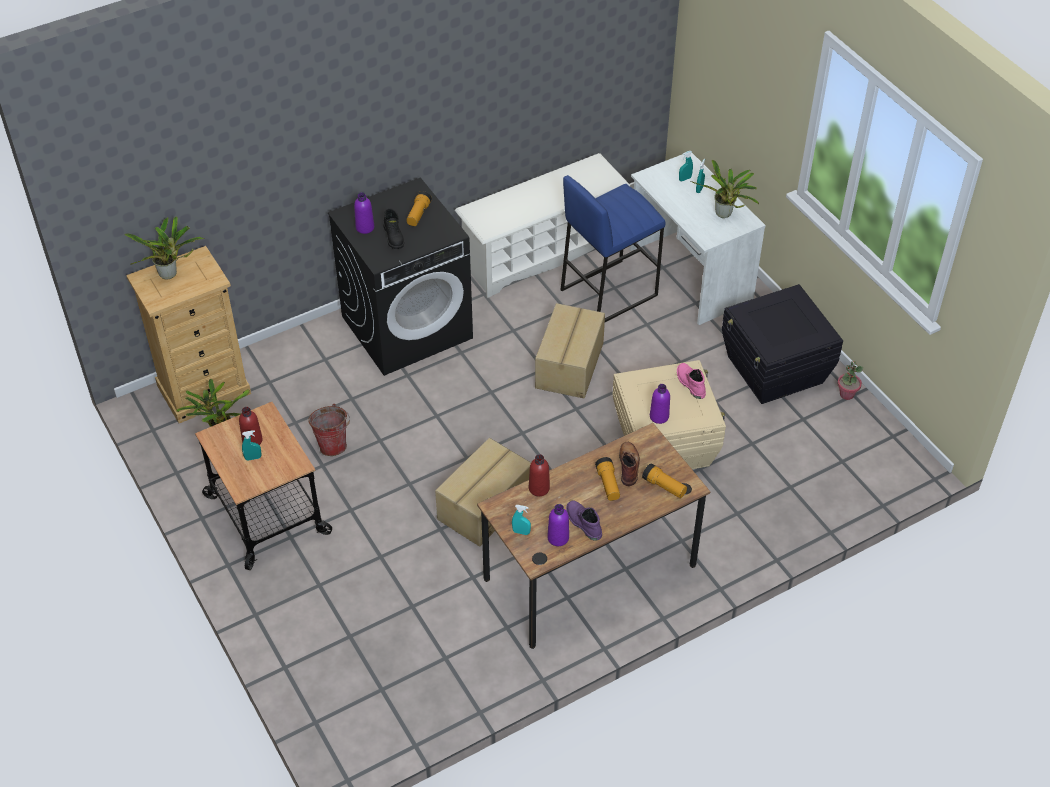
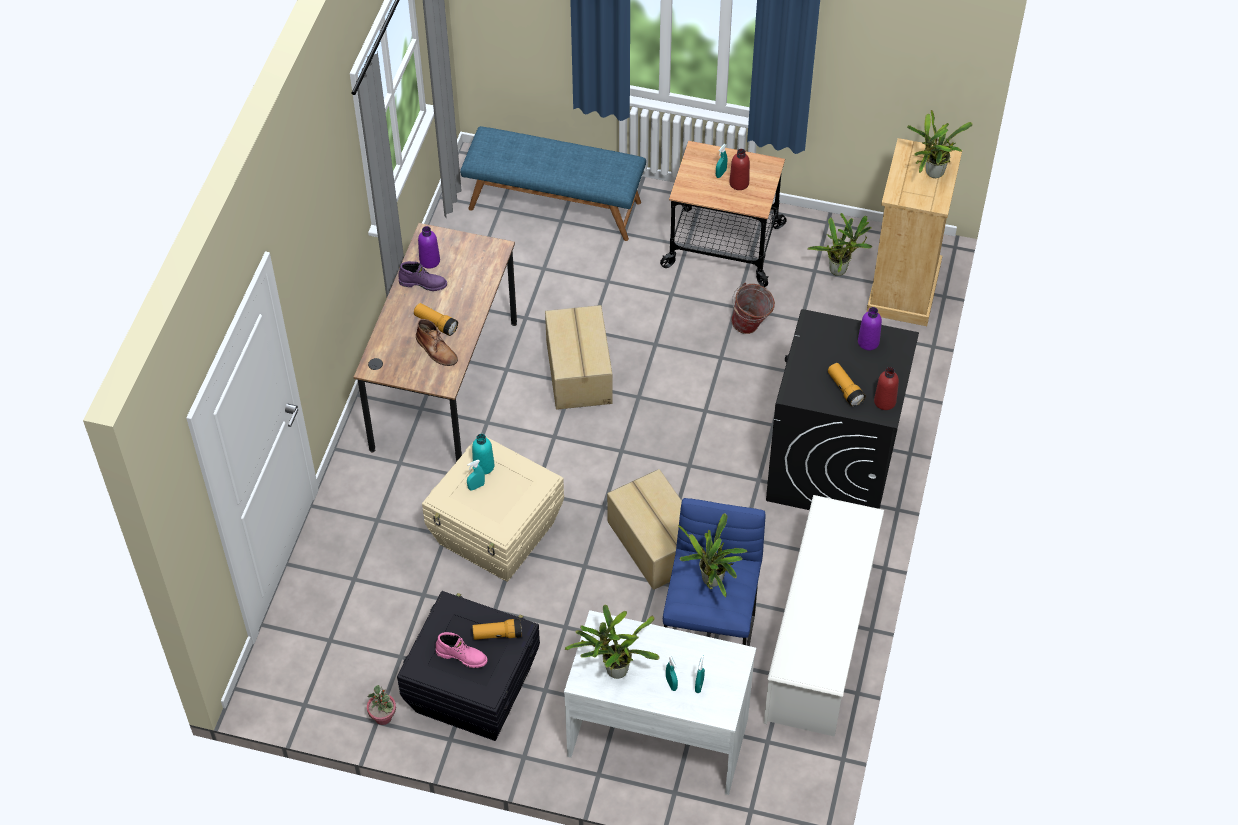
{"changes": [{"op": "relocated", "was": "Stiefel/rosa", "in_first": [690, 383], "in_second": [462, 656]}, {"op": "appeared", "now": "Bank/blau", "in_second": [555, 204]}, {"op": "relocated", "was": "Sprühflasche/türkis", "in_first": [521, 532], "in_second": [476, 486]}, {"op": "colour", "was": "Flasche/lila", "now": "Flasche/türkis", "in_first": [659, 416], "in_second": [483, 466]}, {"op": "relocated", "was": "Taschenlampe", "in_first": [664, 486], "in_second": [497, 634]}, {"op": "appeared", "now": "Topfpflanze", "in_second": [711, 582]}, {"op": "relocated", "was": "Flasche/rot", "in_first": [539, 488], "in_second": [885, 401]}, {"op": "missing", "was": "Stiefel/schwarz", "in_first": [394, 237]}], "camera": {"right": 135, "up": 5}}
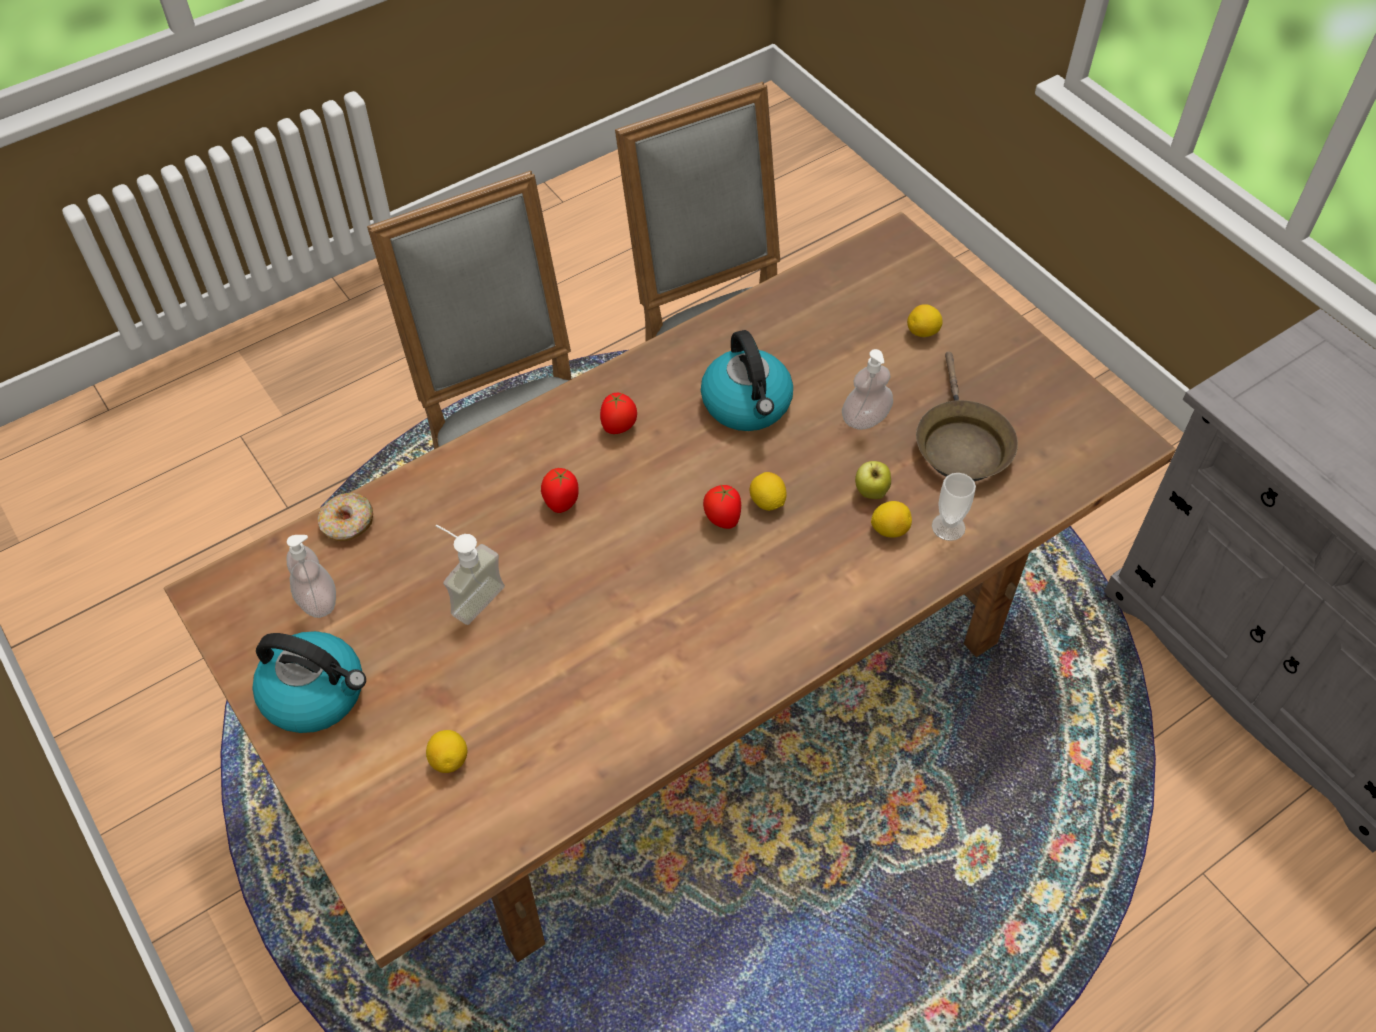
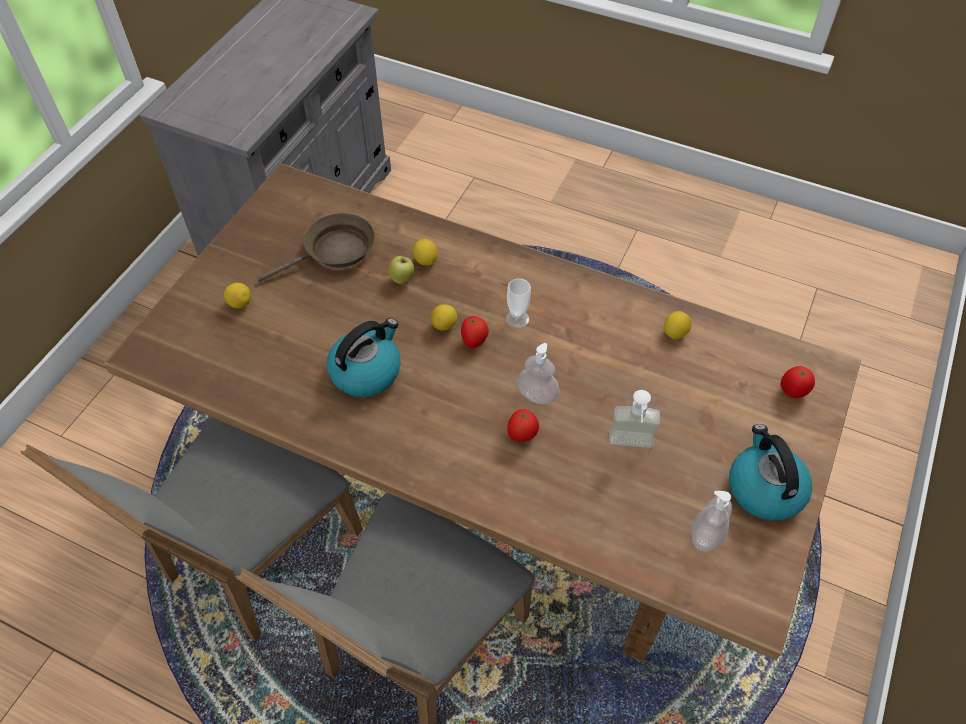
{"changes": [{"op": "relocated", "was": "Tasse", "in_first": [948, 527], "in_second": [517, 319]}, {"op": "relocated", "was": "Seifenspender", "in_first": [865, 419], "in_second": [537, 395]}, {"op": "relocated", "was": "Zitrone", "in_first": [449, 760], "in_second": [675, 333]}, {"op": "relocated", "was": "Tomate", "in_first": [619, 427], "in_second": [793, 391]}, {"op": "missing", "was": "Donut", "in_first": [348, 523]}], "camera": {"right": -120, "up": 0}}
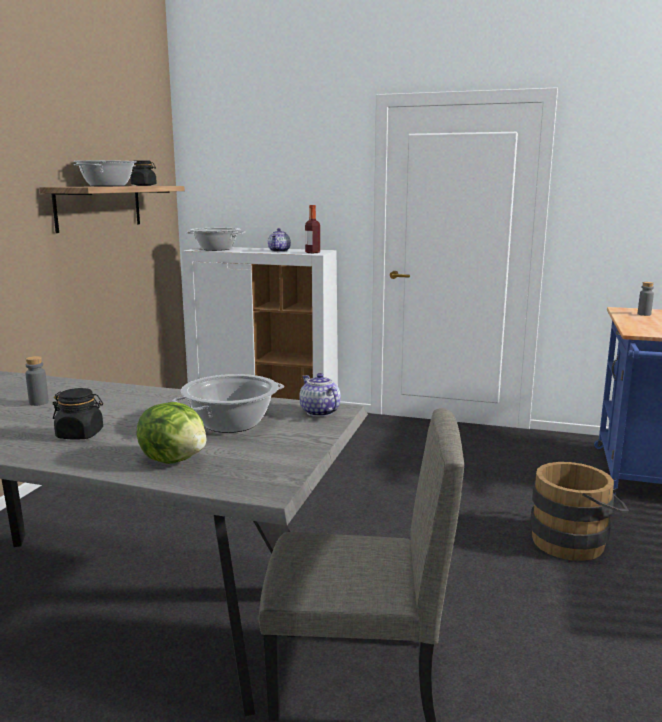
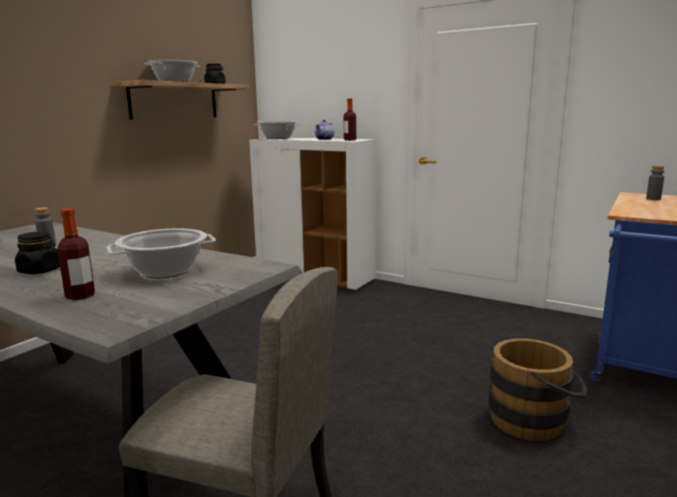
{"changes": [{"op": "exchanged", "was": "Salatkopf", "now": "Flasche", "in_first": [175, 459], "in_second": [80, 296]}, {"op": "missing", "was": "Teekanne", "in_first": [318, 412]}], "camera": {"right": 15, "up": 0}}
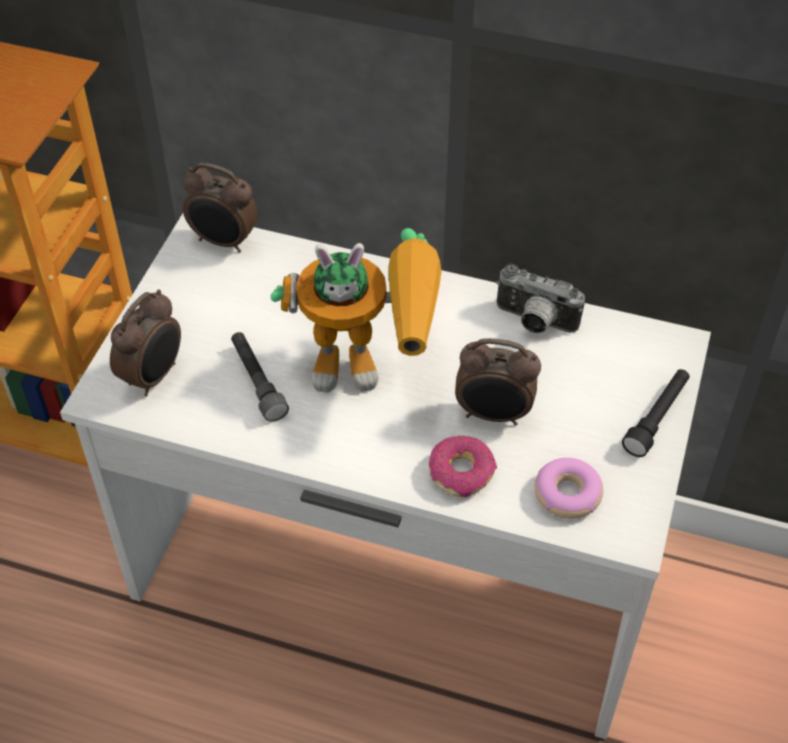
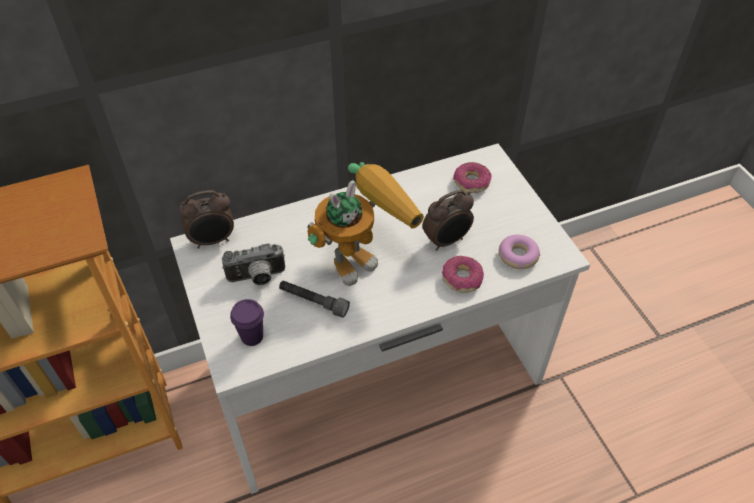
{"changes": [{"op": "relocated", "was": "Kamera", "in_first": [533, 322], "in_second": [257, 278]}, {"op": "exchanged", "was": "Wecker", "now": "Tasse/lila", "in_first": [154, 376], "in_second": [252, 336]}, {"op": "appeared", "now": "Donut", "in_second": [471, 182]}, {"op": "missing", "was": "Taschenlampe/schwarz", "in_first": [657, 418]}], "camera": {"right": -40, "up": 0}}
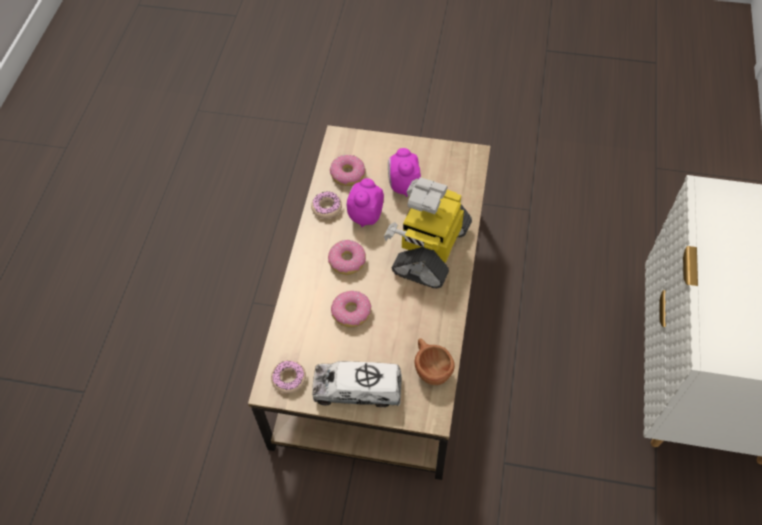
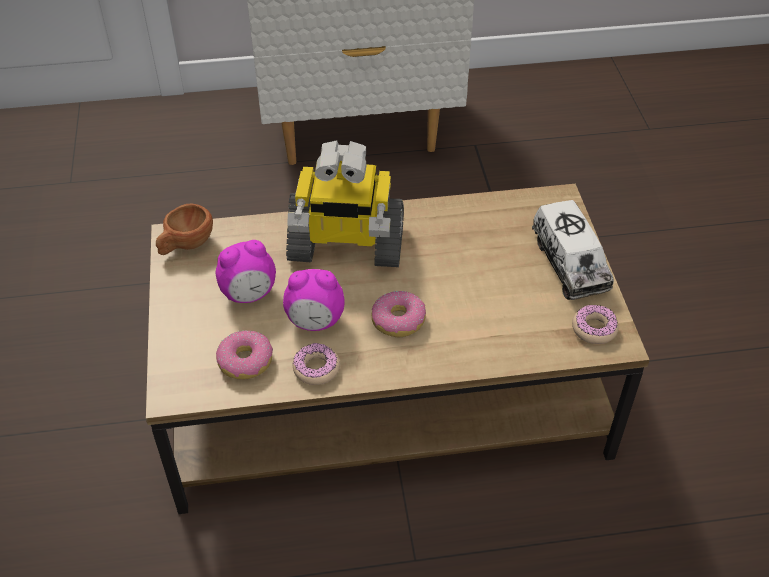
{"changes": [{"op": "relocated", "was": "Tasse/braun", "in_first": [430, 368], "in_second": [185, 245]}, {"op": "missing", "was": "Donut", "in_first": [351, 312]}], "camera": {"right": -110, "up": -10}}
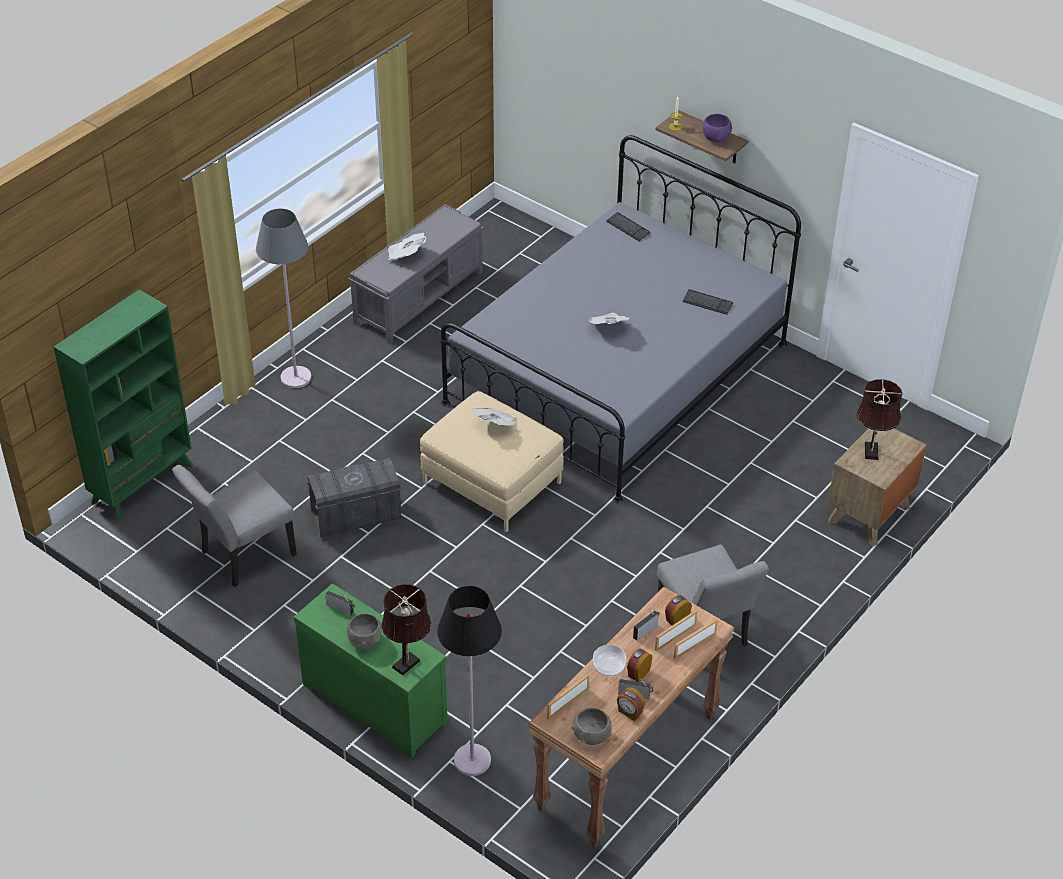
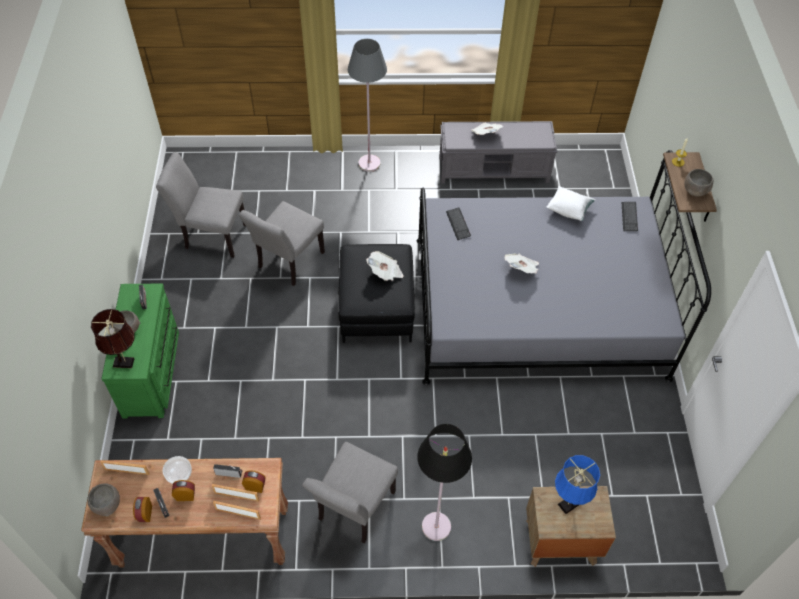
{"changes": [{"op": "exchanged", "was": "Aufbewahrungsbox/grau", "now": "Stuhl/grau", "in_first": [355, 516], "in_second": [287, 263]}, {"op": "colour", "was": "Polsterhocker/beige", "now": "Polsterhocker/schwarz", "in_first": [492, 482], "in_second": [377, 308]}, {"op": "relocated", "was": "Stehlampe/schwarz", "in_first": [472, 760], "in_second": [436, 526]}, {"op": "relocated", "was": "Tastatur", "in_first": [707, 303], "in_second": [458, 224]}, {"op": "appeared", "now": "Kissen/weiß", "in_second": [569, 210]}, {"op": "colour", "was": "Tischlampe/braun", "now": "Tischlampe/blau", "in_first": [871, 453], "in_second": [567, 505]}, {"op": "colour", "was": "Schüssel/lila", "now": "Schüssel/grau", "in_first": [716, 137], "in_second": [695, 190]}, {"op": "missing", "was": "Bücherregal/grün", "in_first": [143, 483]}], "camera": {"right": 50, "up": 10}}
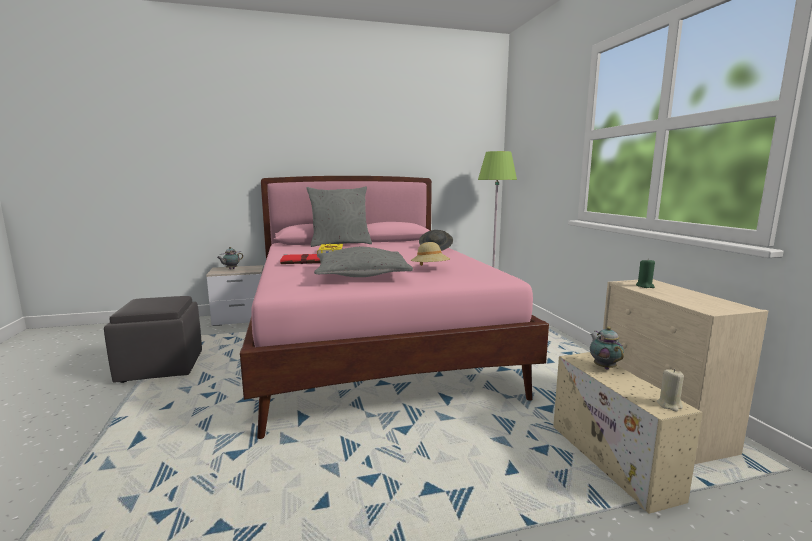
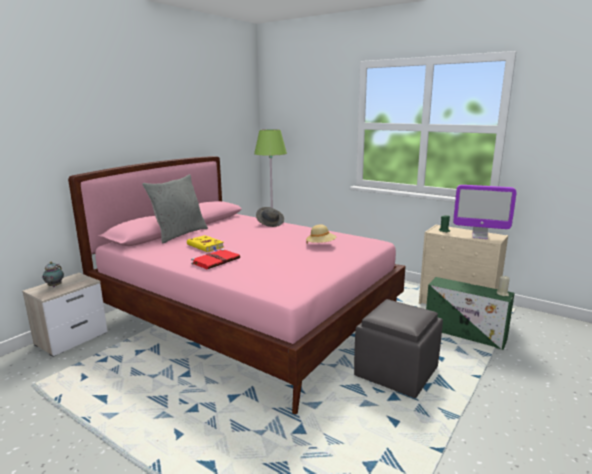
{"changes": [{"op": "relocated", "was": "Polsterhocker/grau", "in_first": [162, 366], "in_second": [396, 372]}, {"op": "colour", "was": "Aufbewahrungsbox/beige", "now": "Aufbewahrungsbox/grün", "in_first": [613, 461], "in_second": [466, 333]}, {"op": "appeared", "now": "Monitor", "in_second": [479, 236]}, {"op": "missing", "was": "Kissen/grau", "in_first": [361, 275]}, {"op": "missing", "was": "Teekanne", "in_first": [603, 367]}], "camera": {"right": -40, "up": 5}}
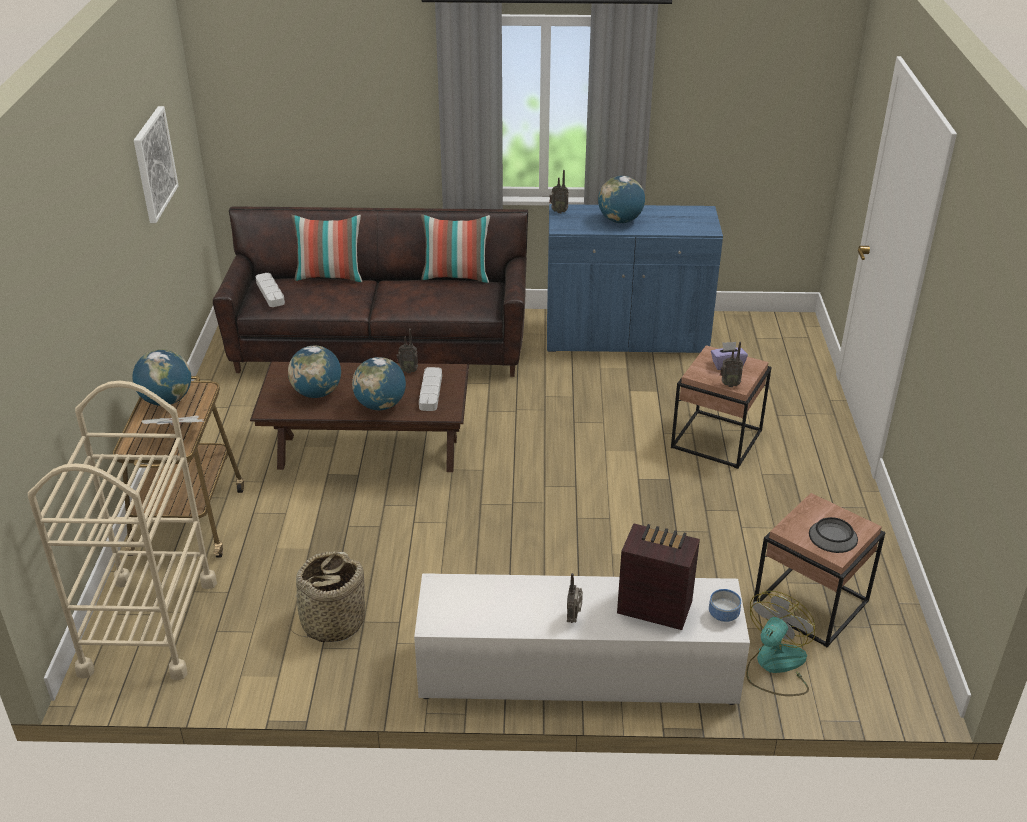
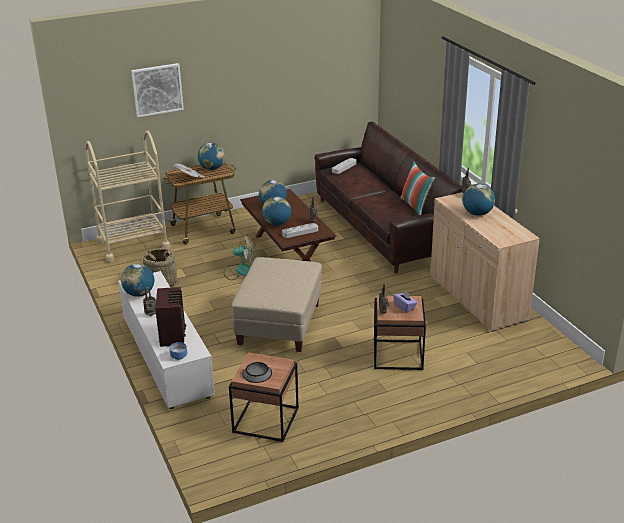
{"changes": [{"op": "appeared", "now": "Globus", "in_second": [139, 294]}, {"op": "relocated", "was": "Bild", "in_first": [154, 164], "in_second": [157, 89]}, {"op": "relocated", "was": "Ventilator", "in_first": [775, 666], "in_second": [240, 271]}, {"op": "appeared", "now": "Polsterhocker/beige", "in_second": [279, 324]}, {"op": "colour", "was": "Schrank/blau", "now": "Schrank/beige", "in_first": [626, 337], "in_second": [477, 298]}, {"op": "missing", "was": "Kissen", "in_first": [330, 276]}], "camera": {"right": 65, "up": -5}}
